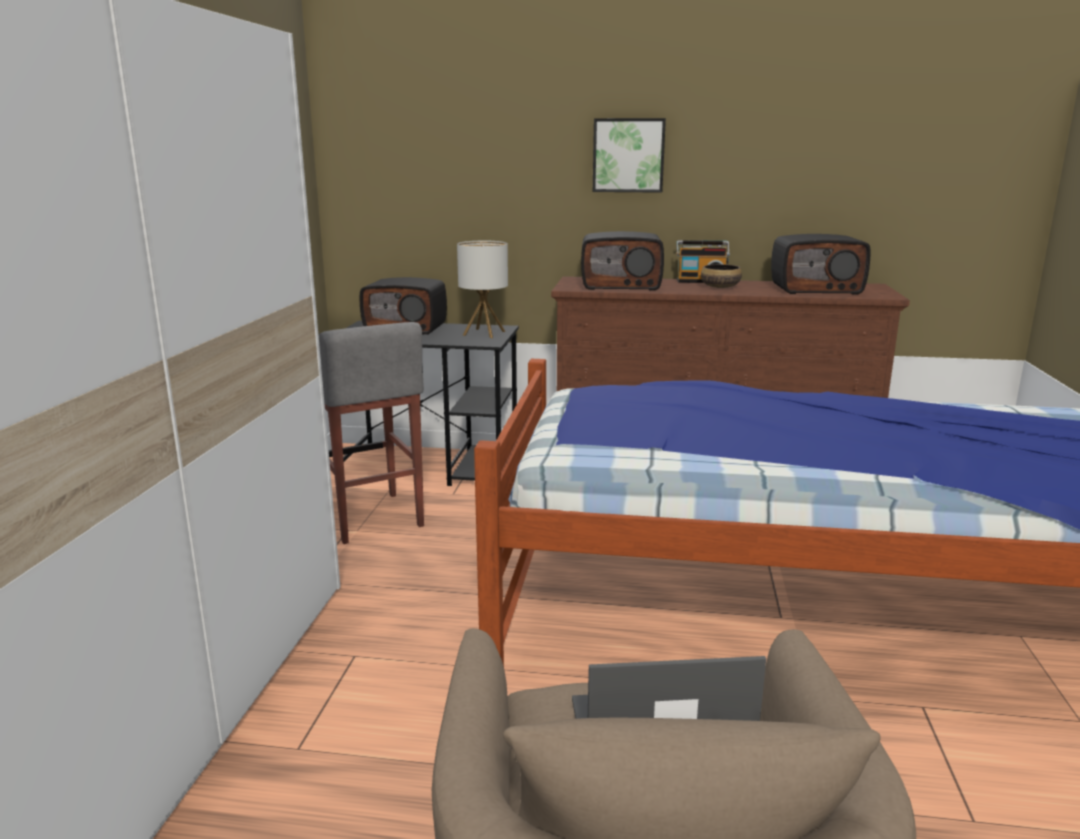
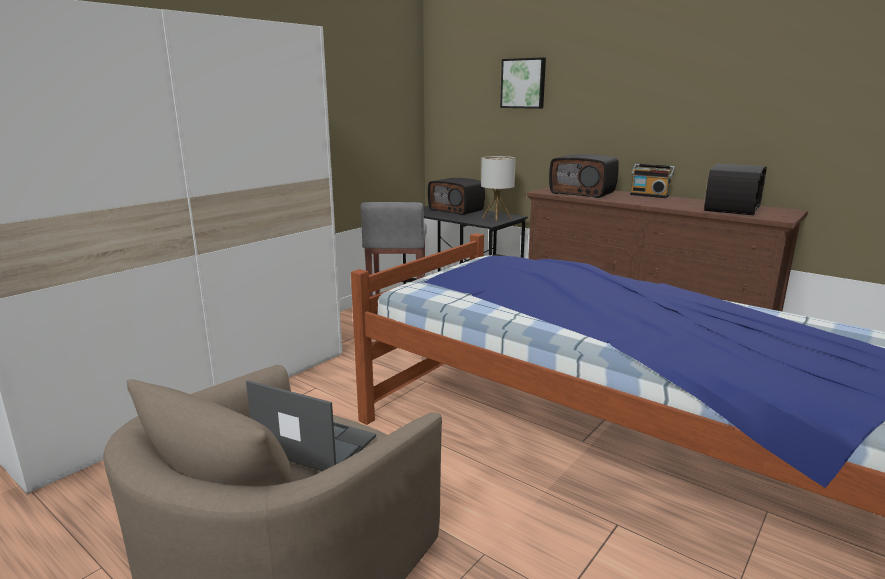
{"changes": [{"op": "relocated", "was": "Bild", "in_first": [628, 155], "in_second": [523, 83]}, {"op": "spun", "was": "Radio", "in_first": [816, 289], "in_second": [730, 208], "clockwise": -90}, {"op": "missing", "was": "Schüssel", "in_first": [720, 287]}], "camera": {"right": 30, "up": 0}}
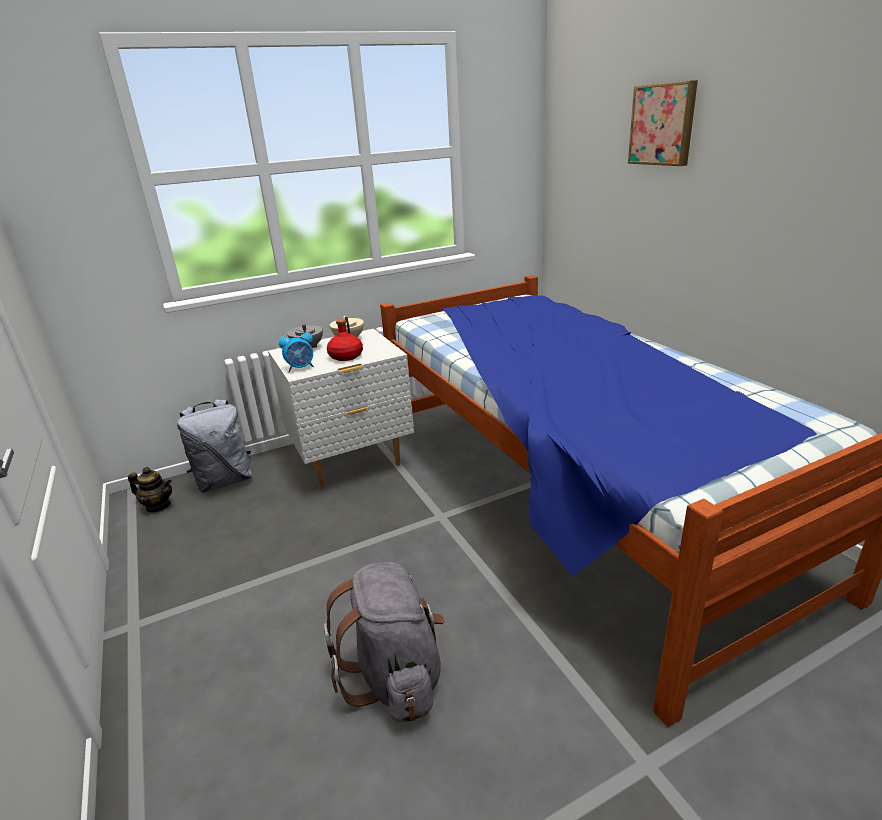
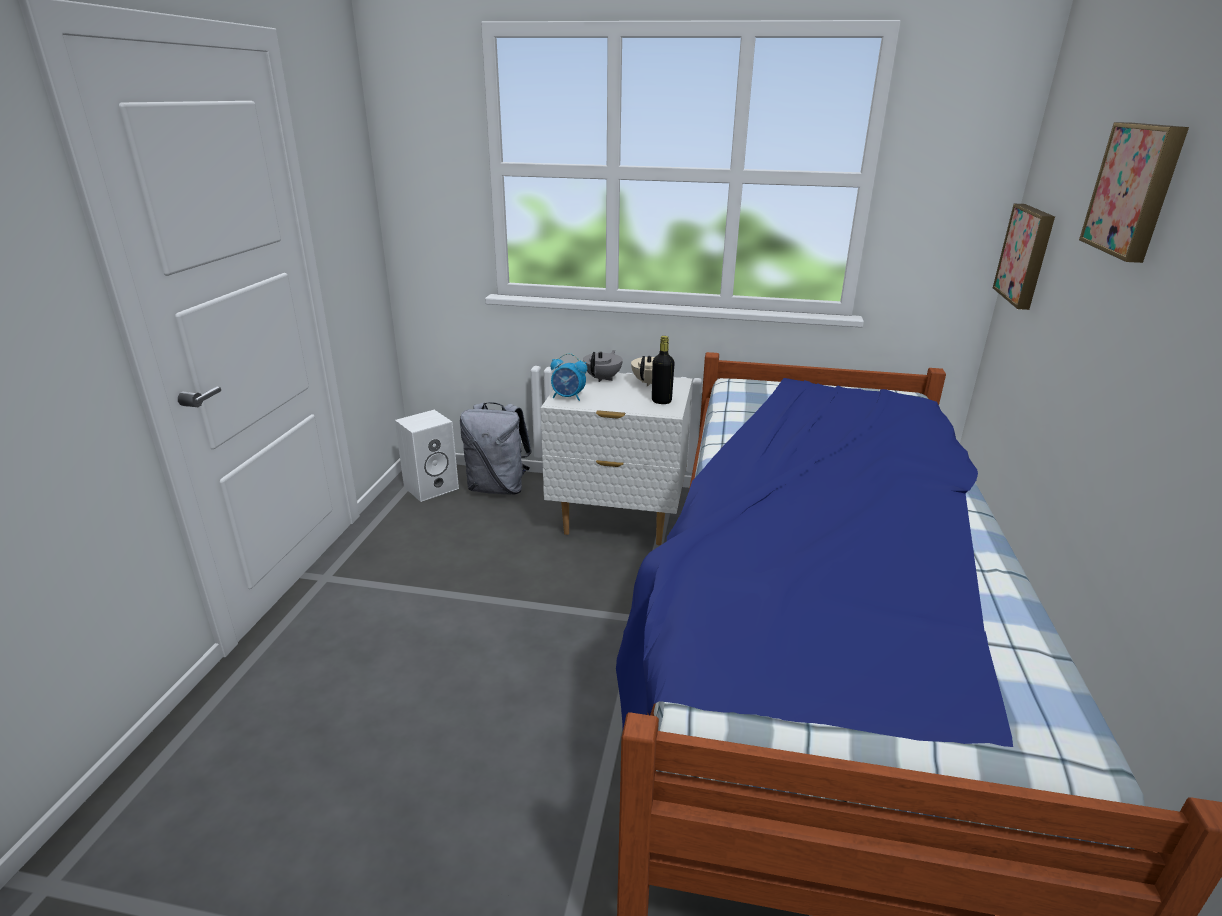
{"changes": [{"op": "exchanged", "was": "Teekanne", "now": "Lautsprecher/weiß", "in_first": [158, 506], "in_second": [432, 487]}, {"op": "appeared", "now": "Flasche/schwarz", "in_second": [661, 401]}, {"op": "appeared", "now": "Bild", "in_second": [1027, 255]}, {"op": "missing", "was": "Rucksack/grau", "in_first": [396, 676]}, {"op": "missing", "was": "Flasche/rot", "in_first": [345, 356]}], "camera": {"right": 35, "up": 0}}
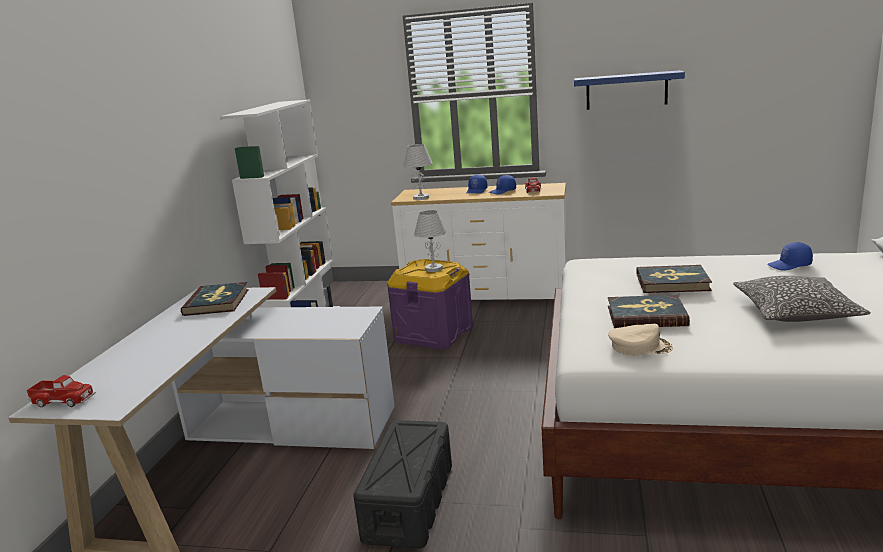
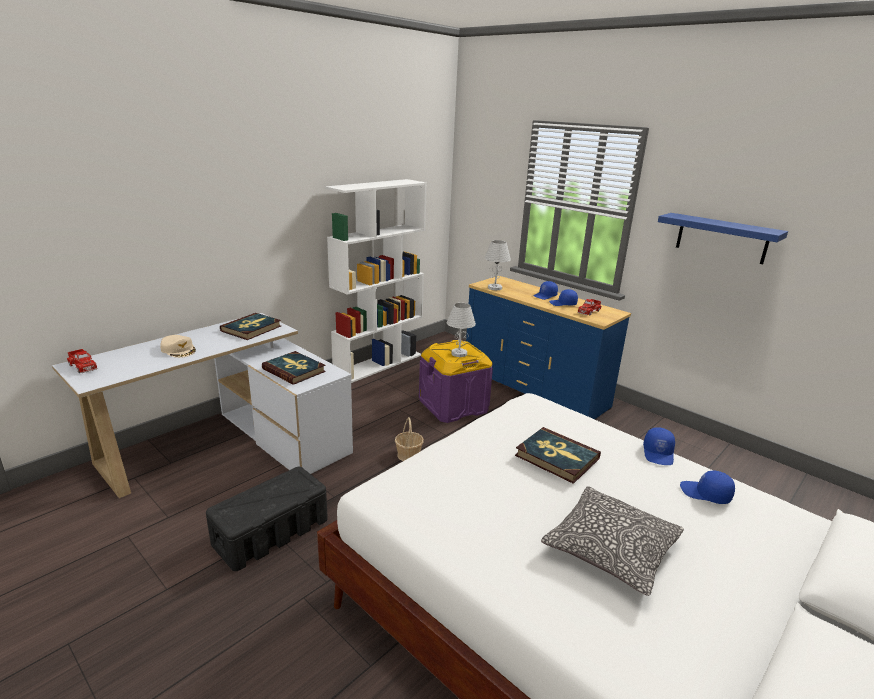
{"changes": [{"op": "relocated", "was": "Kappe/beige", "in_first": [640, 346], "in_second": [178, 350]}, {"op": "relocated", "was": "Buch", "in_first": [646, 315], "in_second": [294, 370]}, {"op": "appeared", "now": "Korb", "in_second": [409, 455]}, {"op": "colour", "was": "Kommode/weiß", "now": "Kommode/blau", "in_first": [486, 295], "in_second": [534, 388]}, {"op": "appeared", "now": "Kappe/blau", "in_second": [658, 454]}], "camera": {"right": 30, "up": 5}}
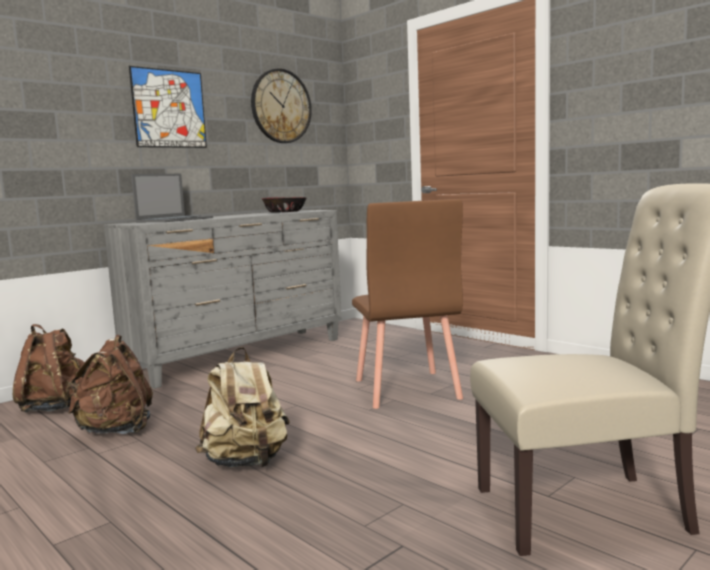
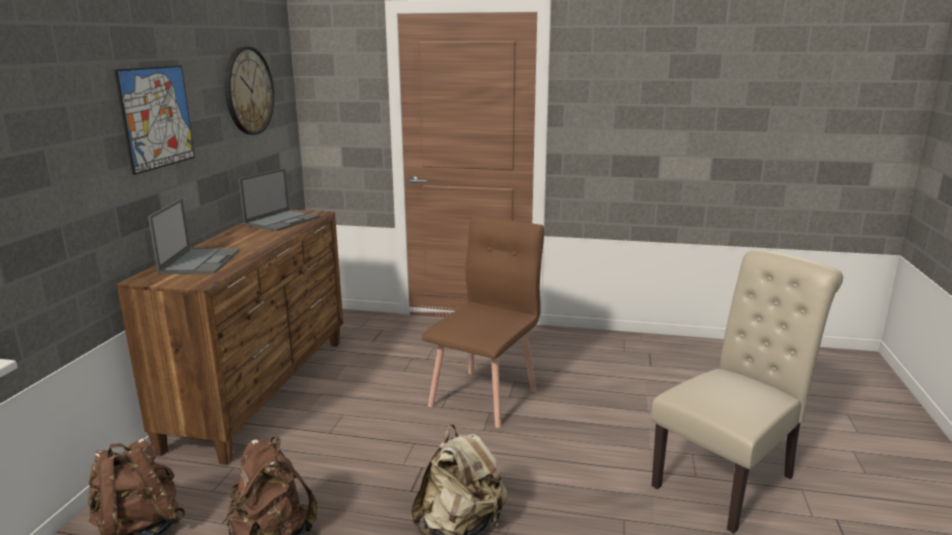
{"changes": [{"op": "colour", "was": "Kommode/grau", "now": "Kommode/braun", "in_first": [241, 356], "in_second": [263, 390]}, {"op": "exchanged", "was": "Schüssel", "now": "Laptop", "in_first": [285, 212], "in_second": [283, 221]}, {"op": "spun", "was": "Stuhl/braun", "in_first": [406, 389], "in_second": [484, 397], "clockwise": -105}], "camera": {"right": -35, "up": 10}}
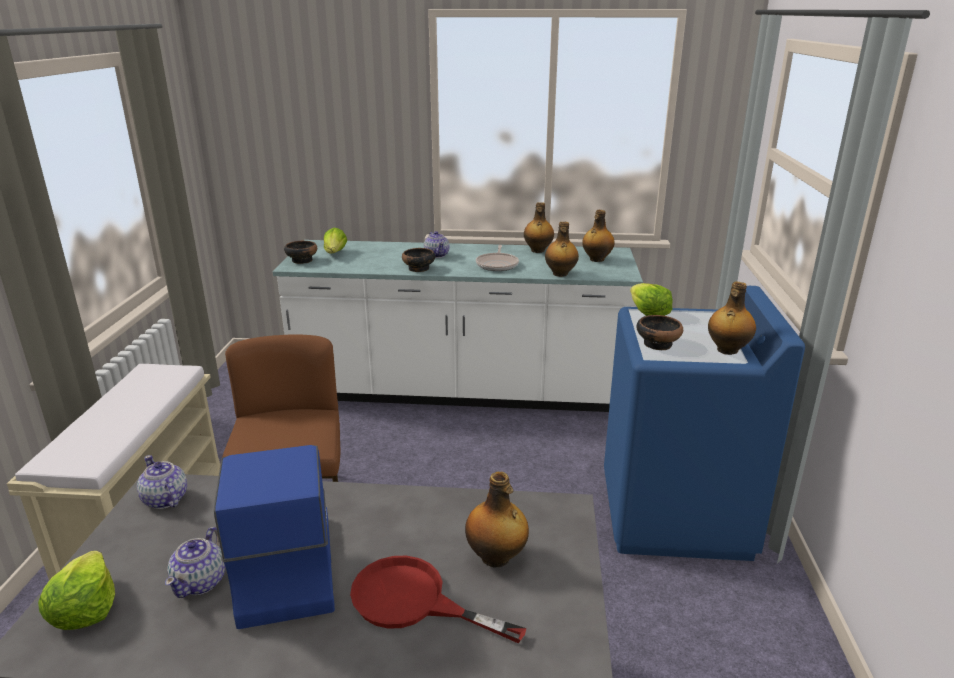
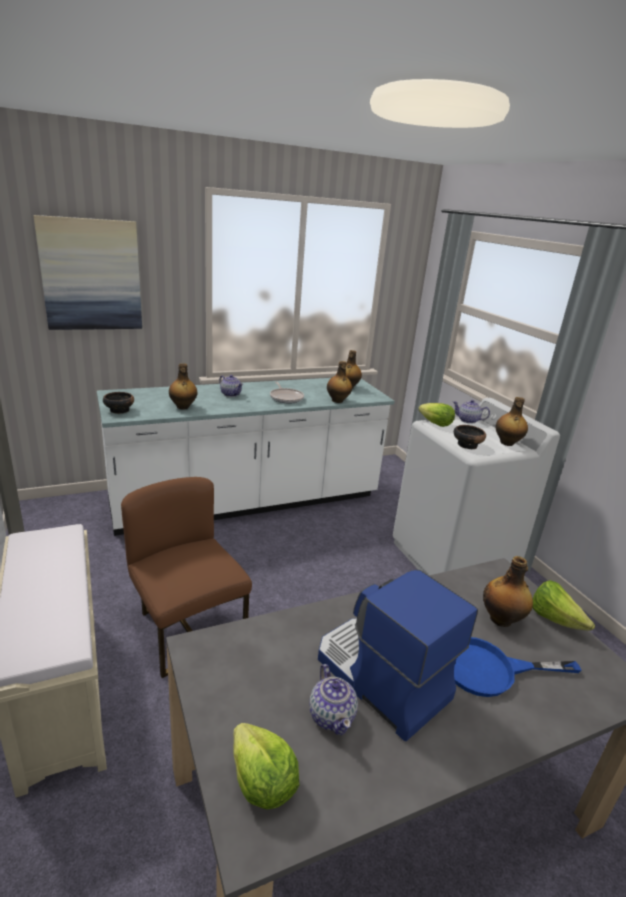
{"changes": [{"op": "appeared", "now": "Bild", "in_second": [91, 275]}, {"op": "relocated", "was": "Flasche", "in_first": [537, 251], "in_second": [183, 407]}, {"op": "colour", "was": "Waschmaschine/blau", "now": "Waschmaschine/weiß", "in_first": [675, 514], "in_second": [452, 559]}, {"op": "relocated", "was": "Teekanne", "in_first": [165, 500], "in_second": [468, 420]}, {"op": "colour", "was": "Pfanne/rot", "now": "Pfanne/blau", "in_first": [413, 602], "in_second": [490, 669]}, {"op": "relocated", "was": "Salatkopf", "in_first": [335, 254], "in_second": [554, 619]}, {"op": "missing", "was": "Schüssel", "in_first": [418, 269]}], "camera": {"right": -30, "up": 0}}
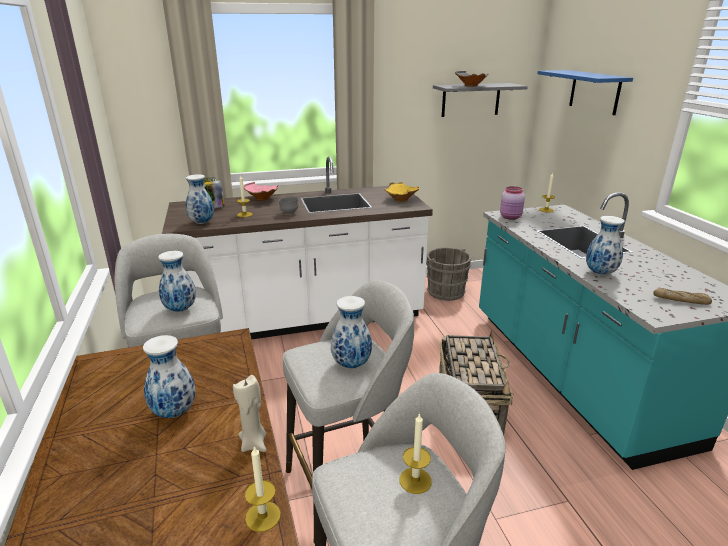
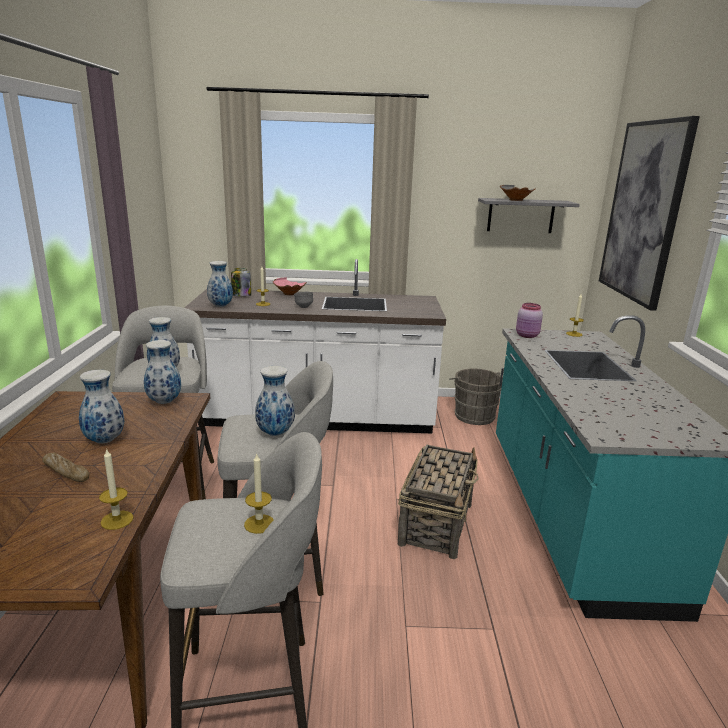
{"changes": [{"op": "relocated", "was": "Brot", "in_first": [681, 300], "in_second": [66, 472]}, {"op": "relocated", "was": "Vase", "in_first": [601, 273], "in_second": [165, 402]}, {"op": "exchanged", "was": "Wandregal/blau", "now": "Bild", "in_first": [594, 92], "in_second": [644, 211]}, {"op": "missing", "was": "Kerze/beige", "in_first": [254, 443]}, {"op": "missing", "was": "Schüssel/gelb", "in_first": [401, 199]}], "camera": {"right": 15, "up": -5}}
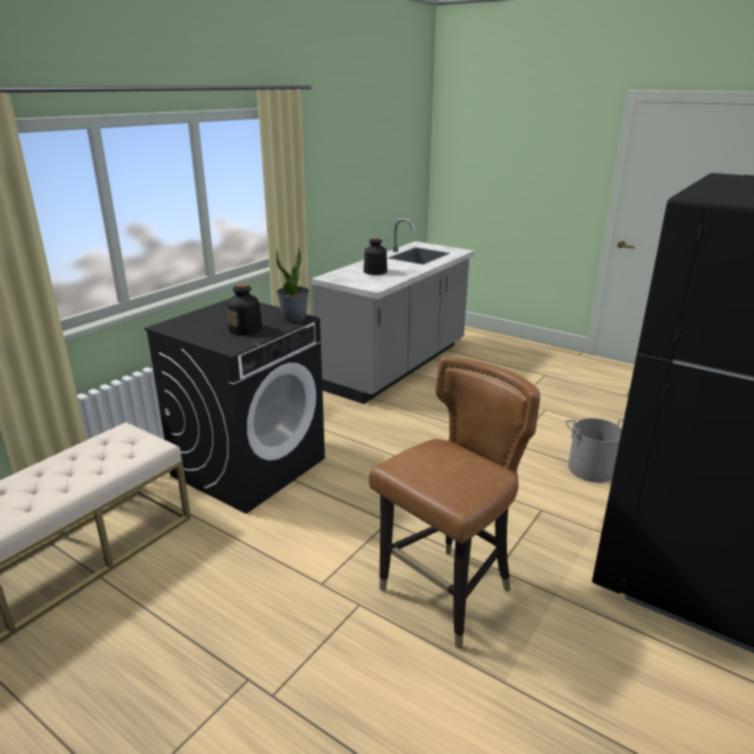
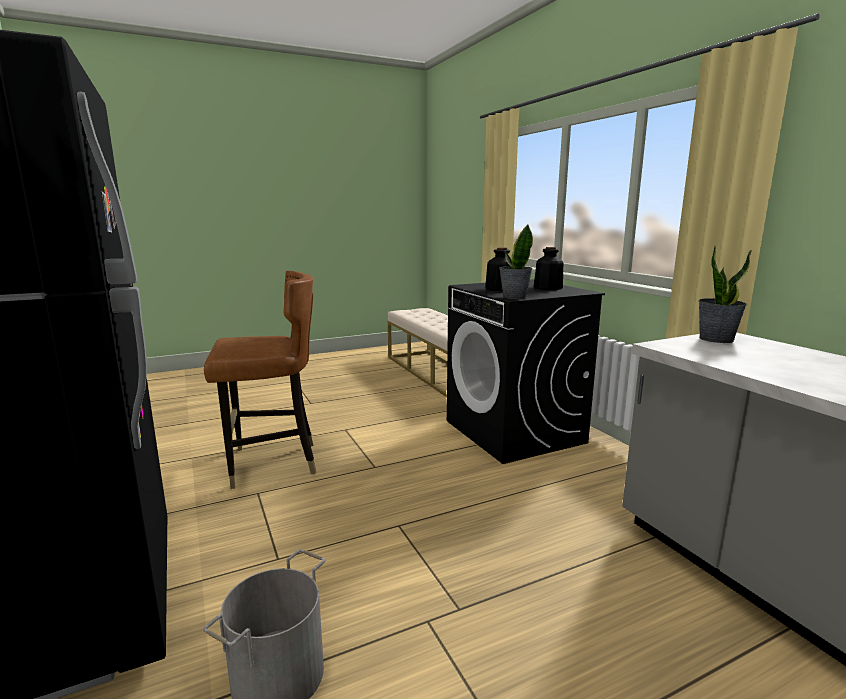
{"changes": [{"op": "spun", "was": "Stuhl/braun", "in_first": [447, 595], "in_second": [272, 463], "clockwise": -90}, {"op": "relocated", "was": "Flasche", "in_first": [375, 271], "in_second": [547, 288]}, {"op": "appeared", "now": "Topfpflanze", "in_second": [716, 339]}], "camera": {"right": 120, "up": -10}}
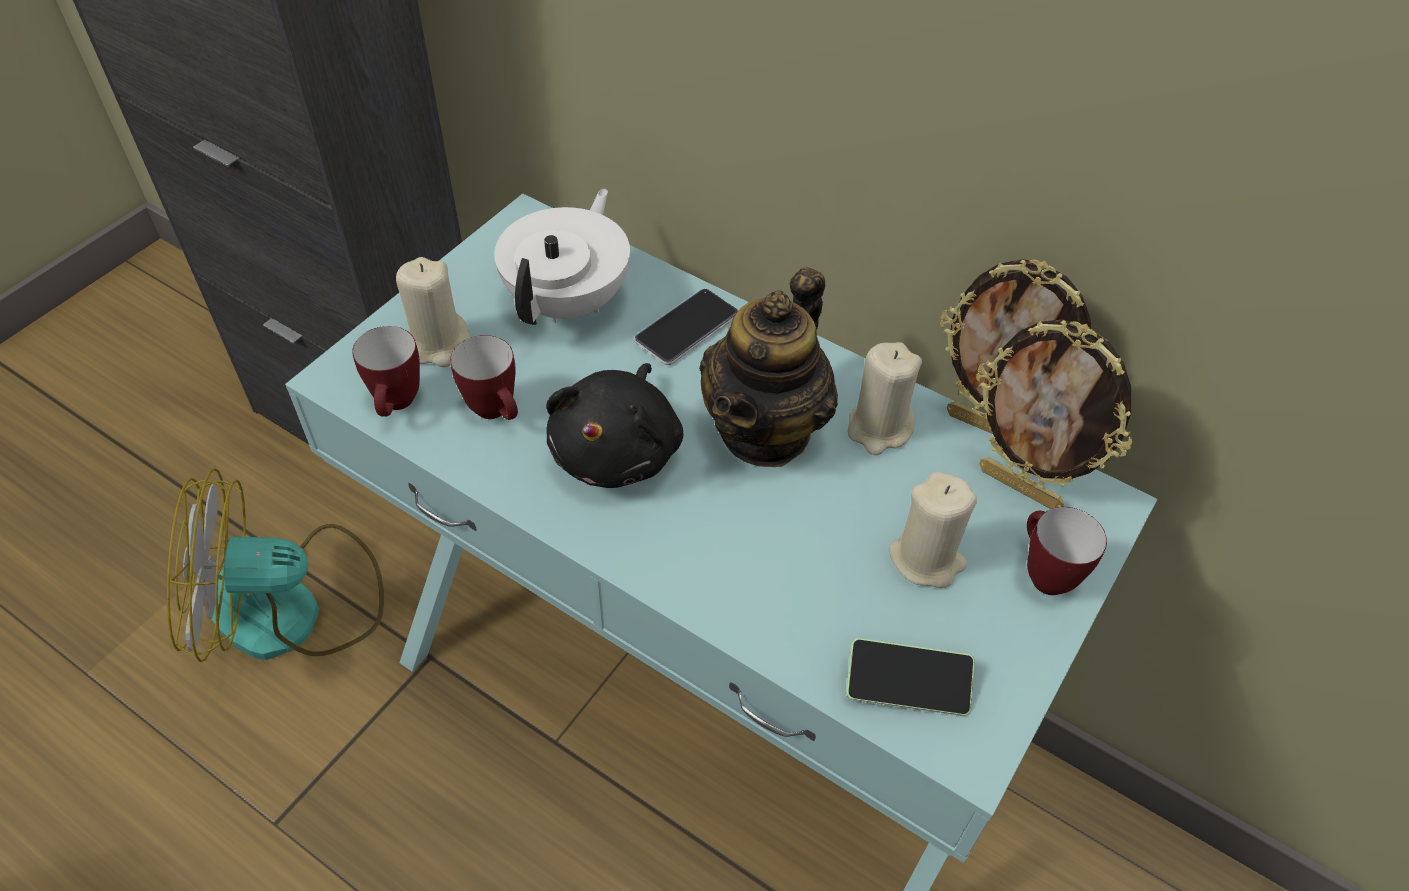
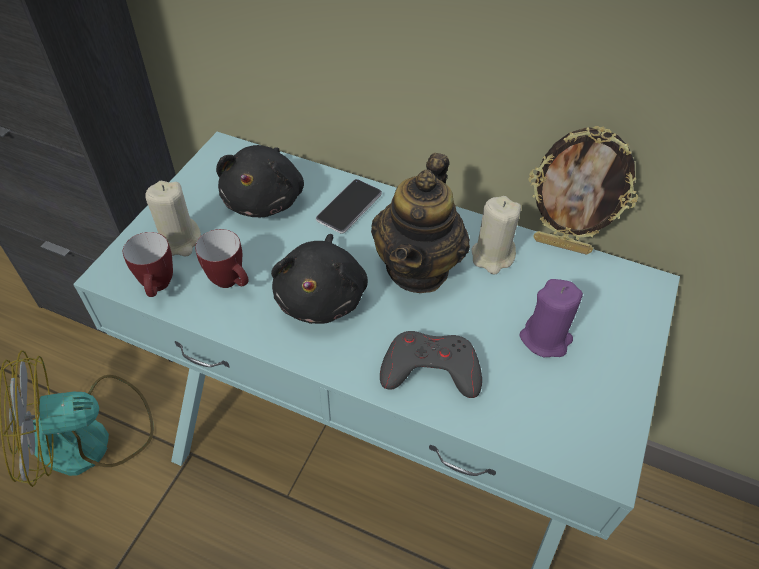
{"changes": [{"op": "exchanged", "was": "Teekanne/weiß", "now": "Plüschtier/schwarz", "in_first": [569, 301], "in_second": [265, 199]}, {"op": "appeared", "now": "Gamepad/grau", "in_second": [430, 369]}, {"op": "colour", "was": "Kerze/beige", "now": "Kerze/lila", "in_first": [926, 559], "in_second": [545, 339]}, {"op": "missing", "was": "Handy", "in_first": [907, 685]}, {"op": "missing", "was": "Bilderrahmen", "in_first": [1021, 487]}, {"op": "missing", "was": "Henkelbecher", "in_first": [1042, 573]}], "camera": {"right": -10, "up": 0}}
